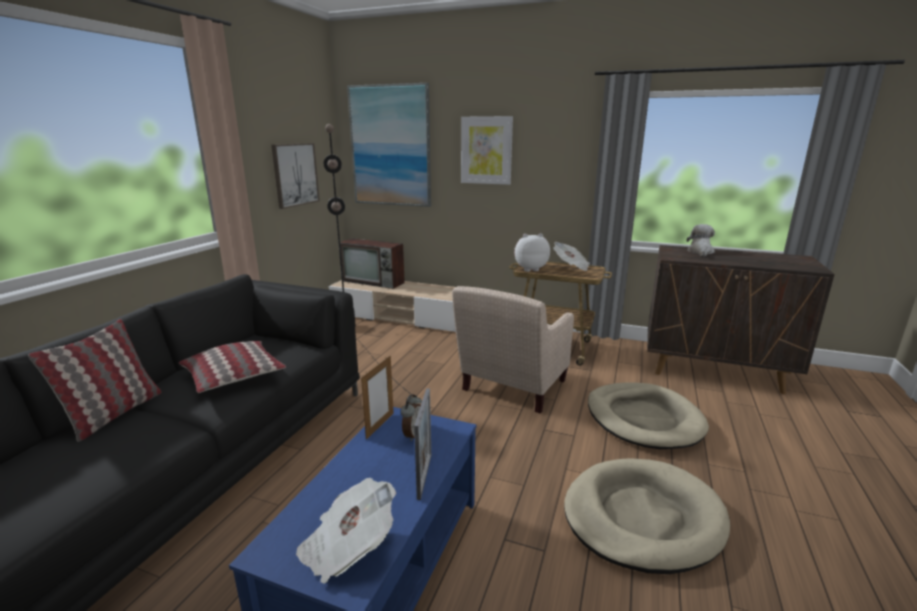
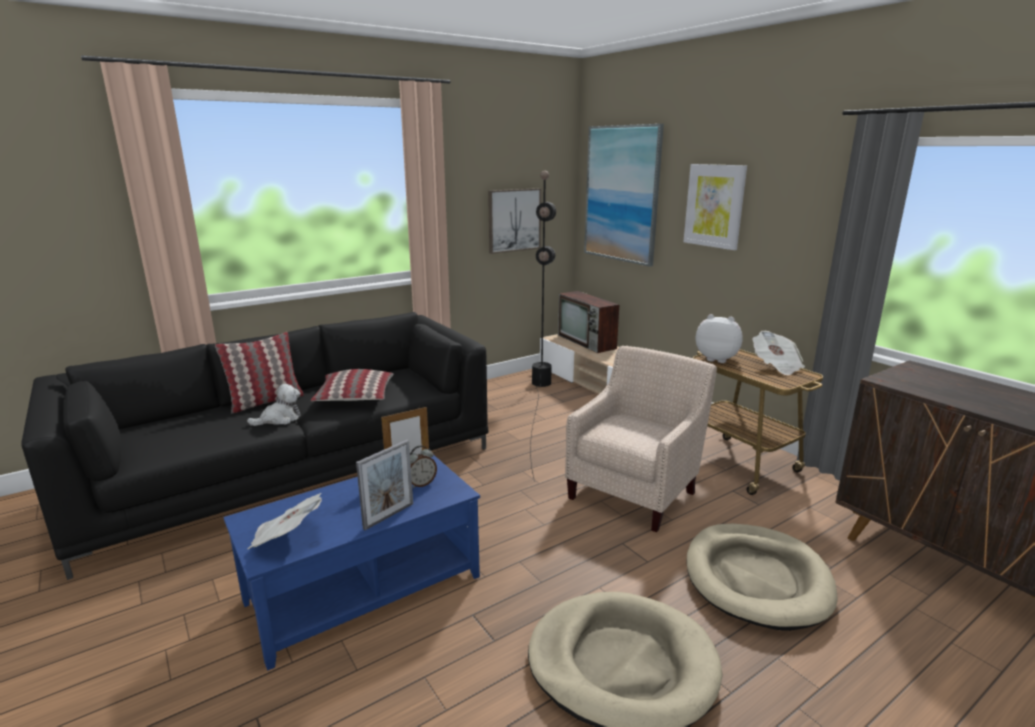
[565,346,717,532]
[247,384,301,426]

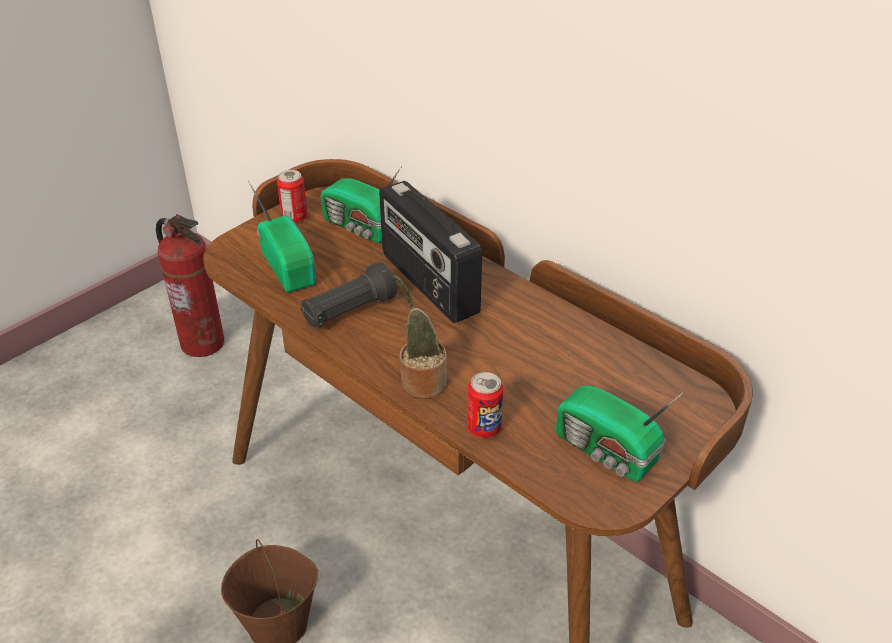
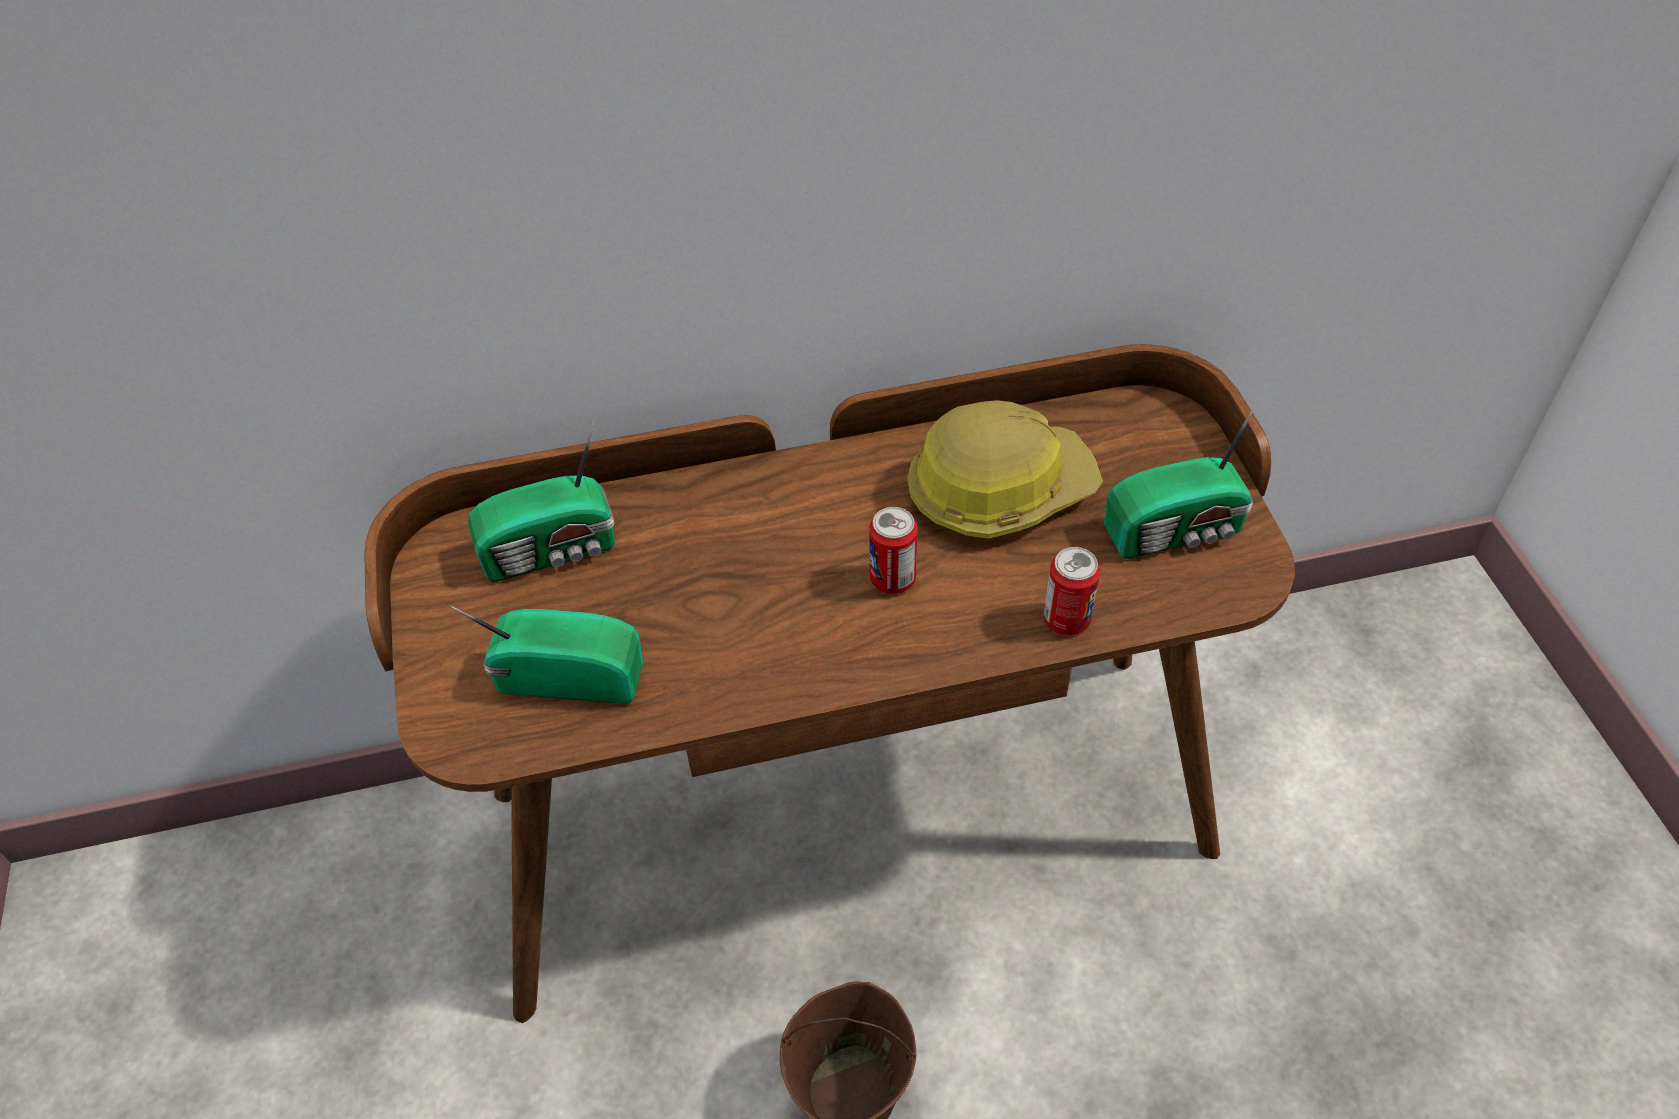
[156,214,224,357] (first image)
[869,507,918,594]
[301,262,397,329] (first image)
[379,181,482,323] (first image)
[394,275,447,399] (first image)
[907,400,1103,539]

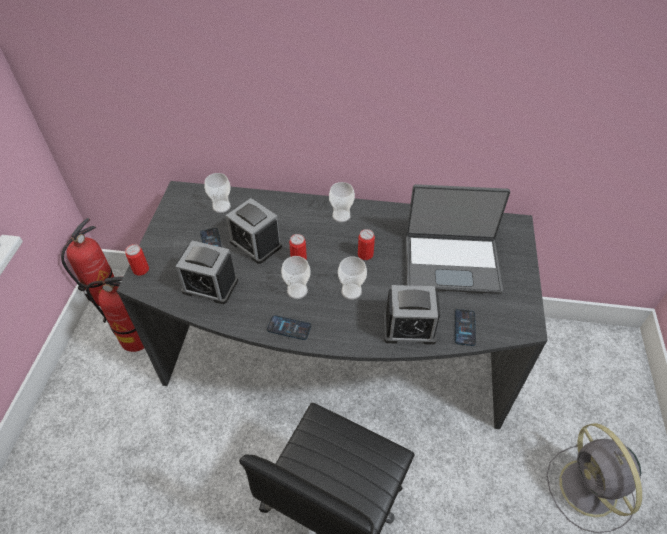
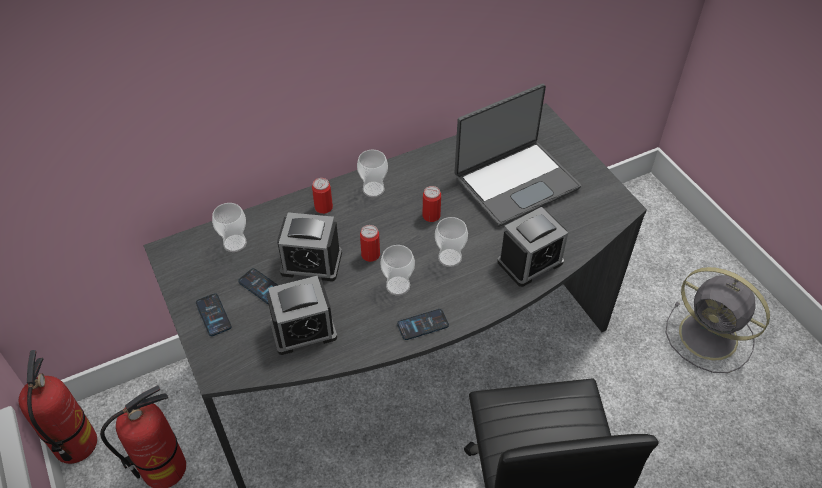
[312,178,333,214]
[196,293,231,336]

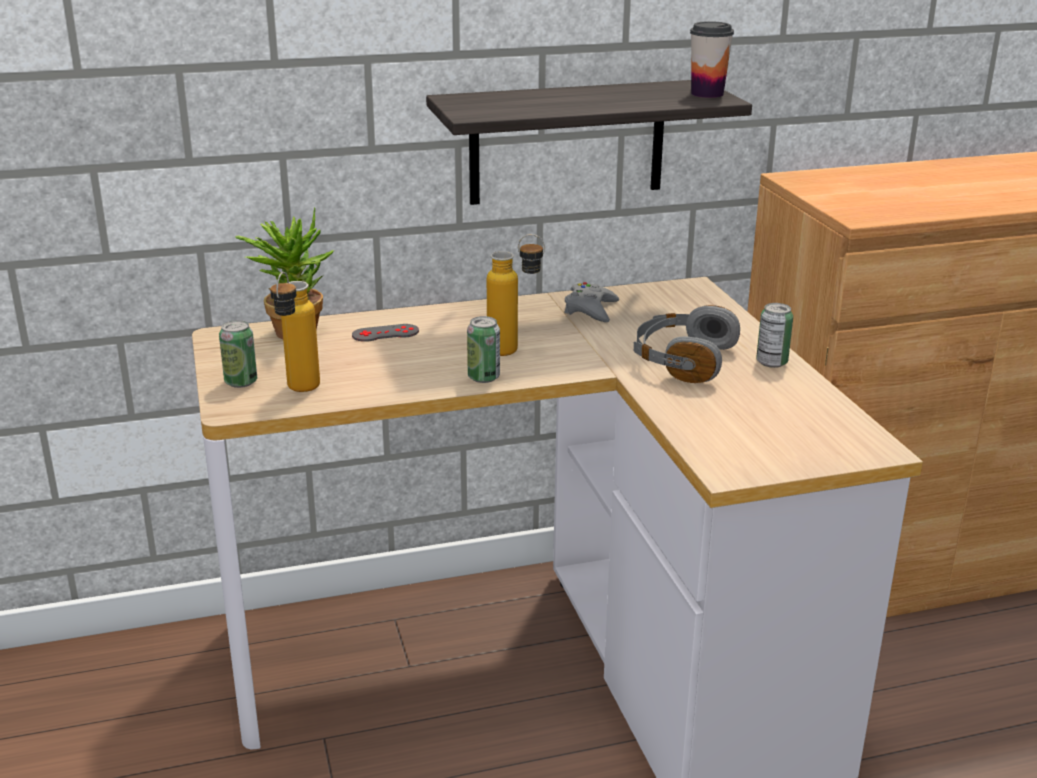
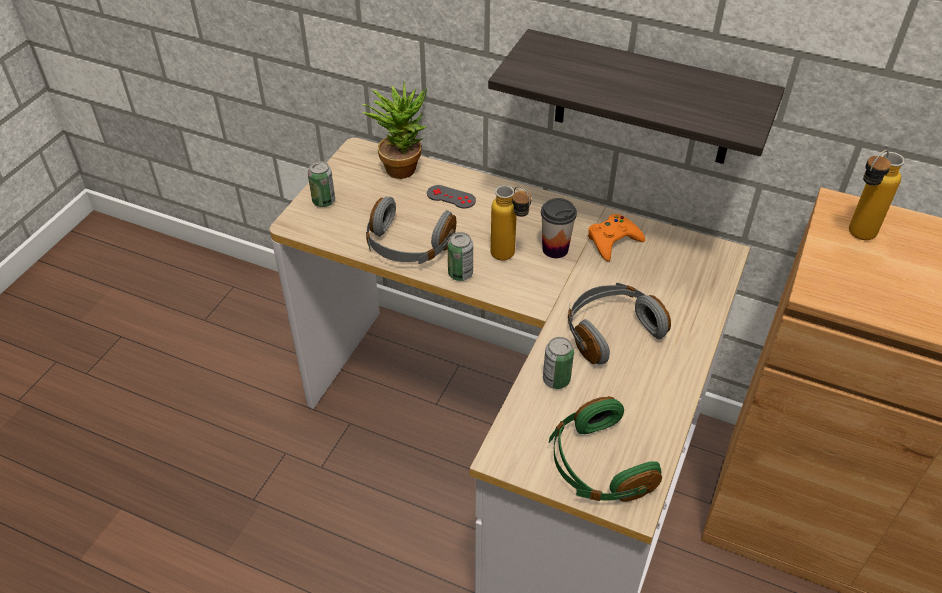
[849,150,905,240]
[588,214,645,262]
[541,198,577,258]
[543,337,574,389]
[366,197,456,264]
[549,396,662,502]

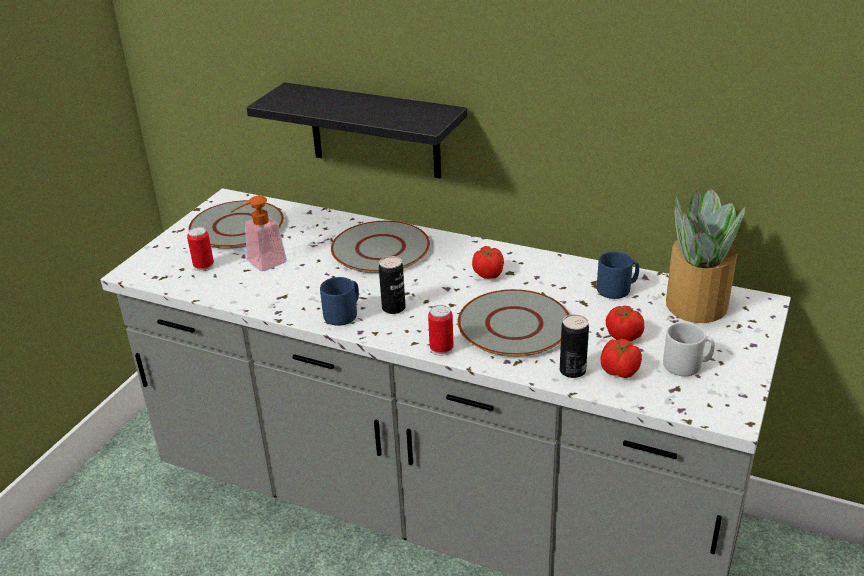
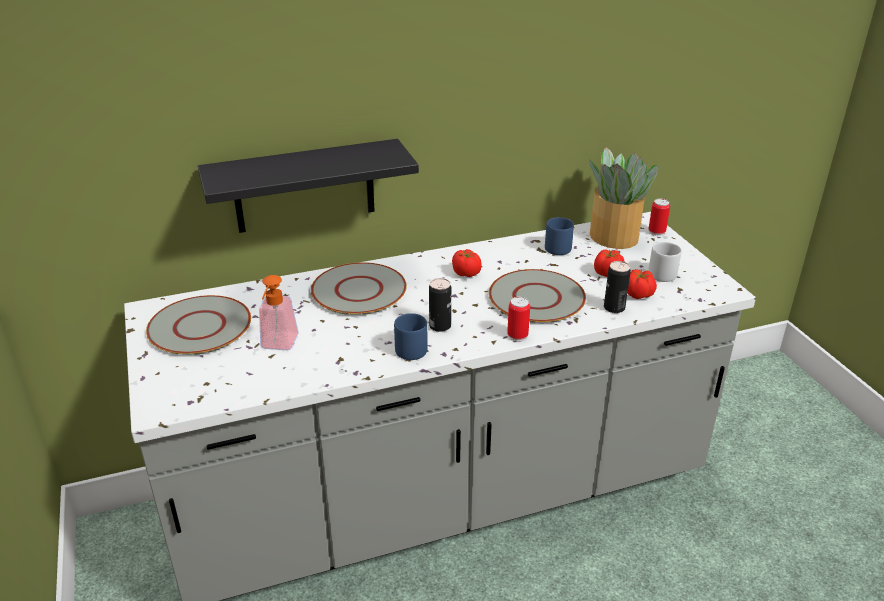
[648,199,670,236]

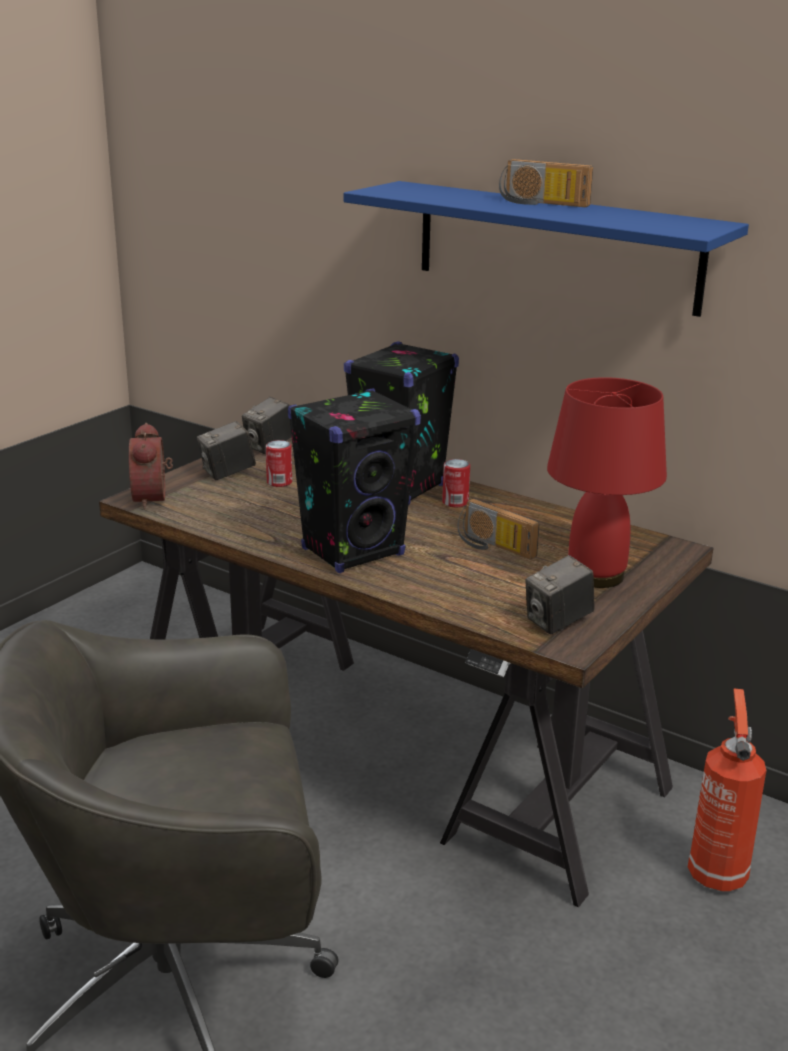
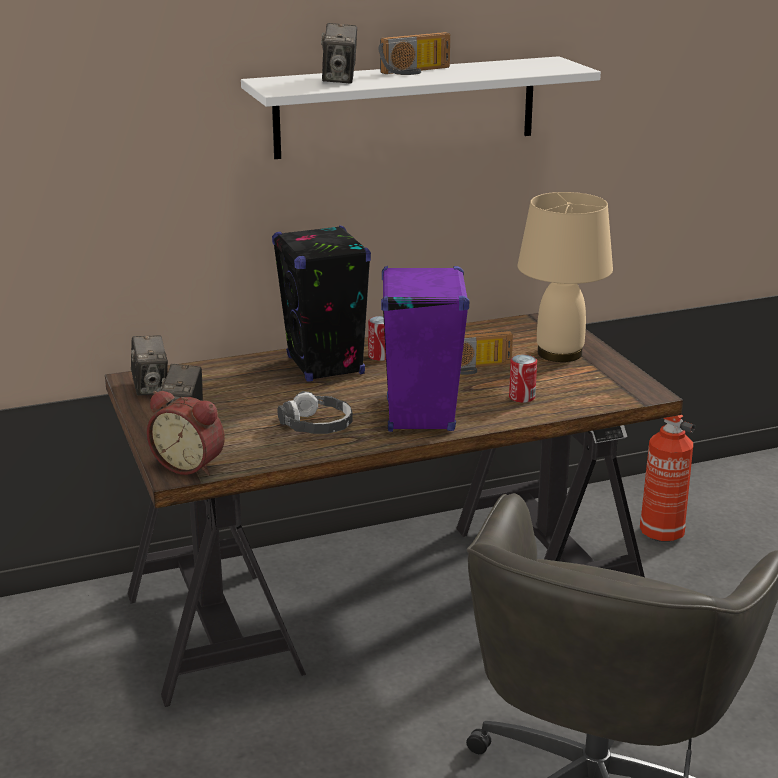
[509,355,537,403]
[381,266,469,432]
[241,56,601,159]
[321,23,357,83]
[518,192,613,362]
[277,391,353,434]

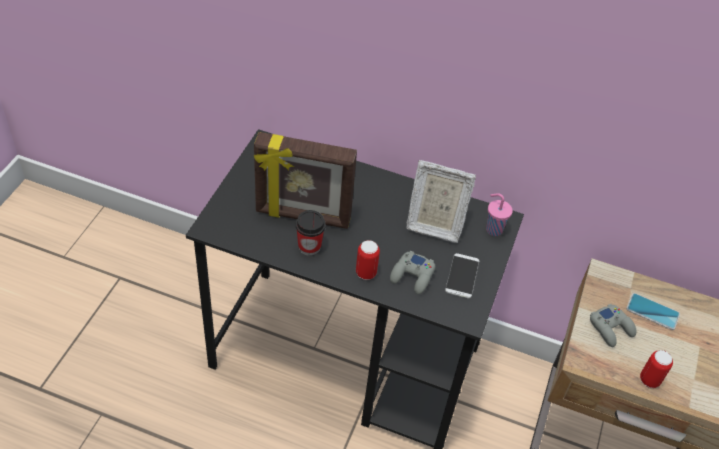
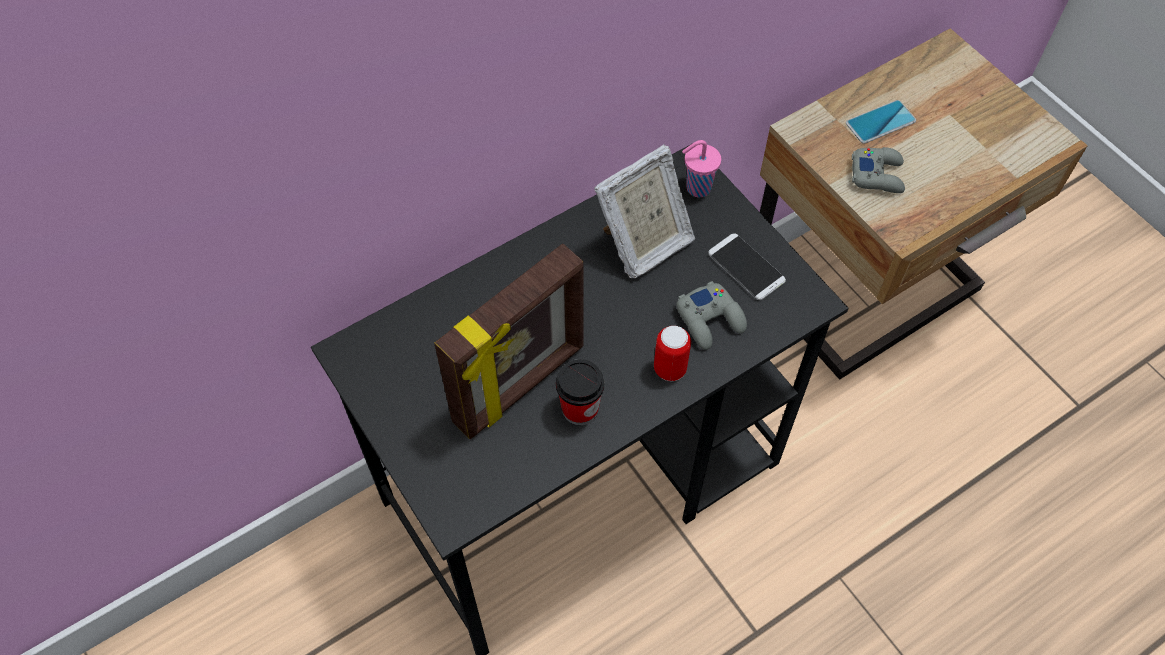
[640,350,673,388] (first image)

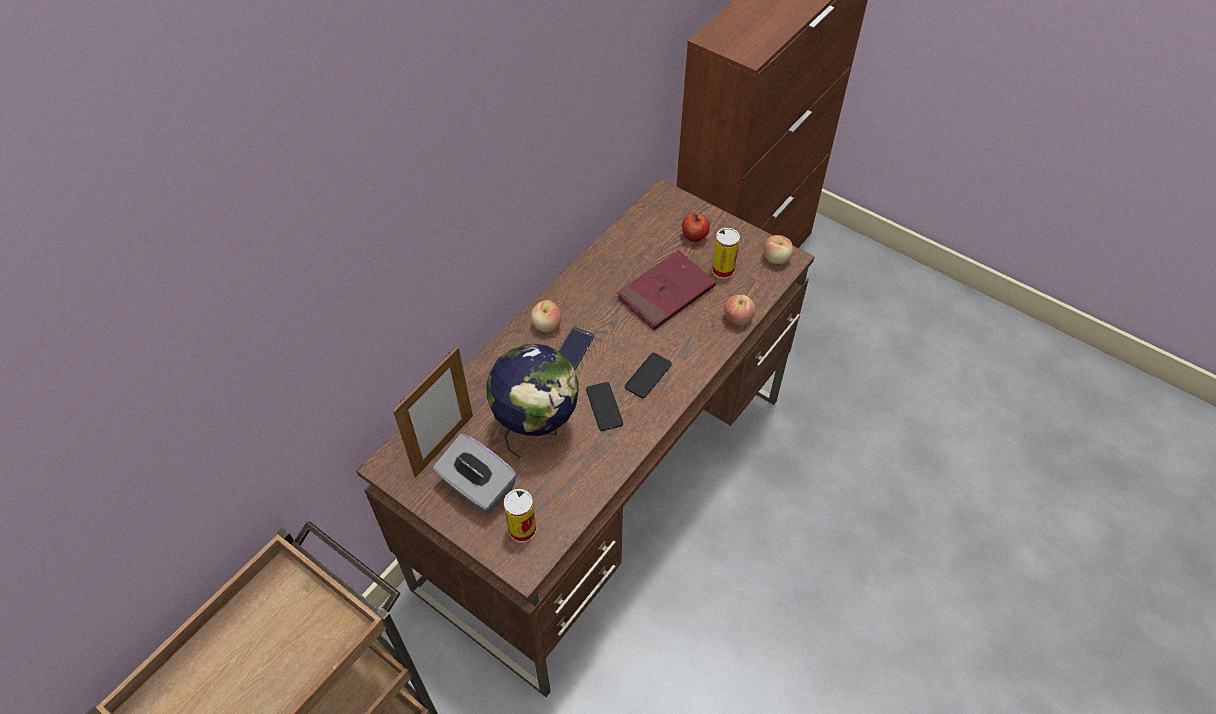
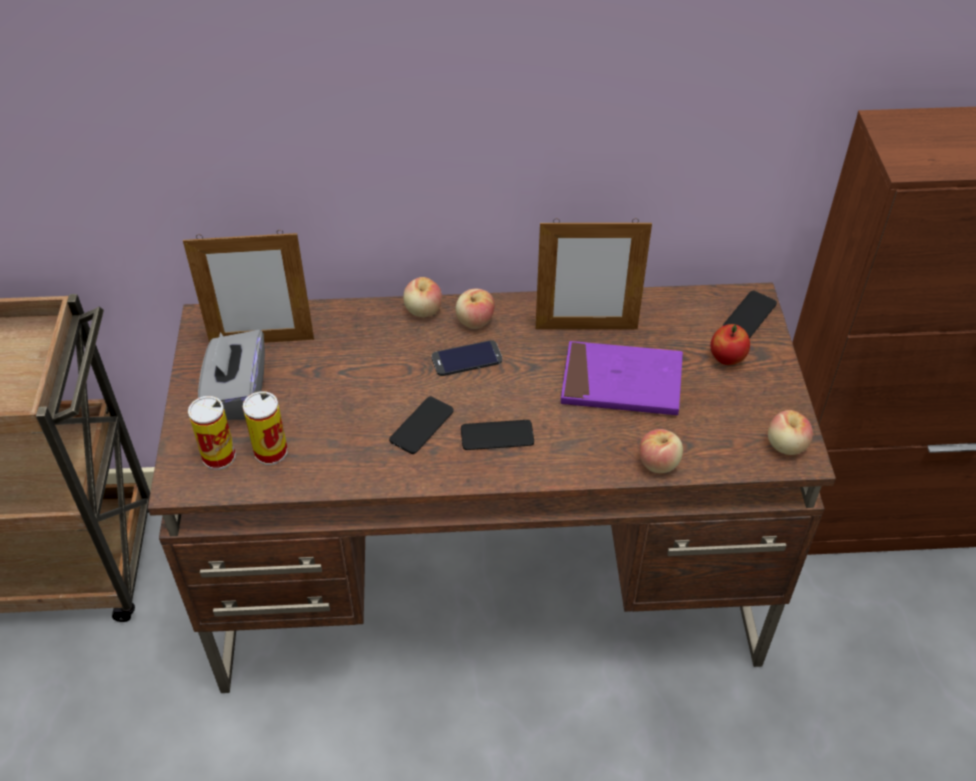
[486,344,579,458] (first image)
[561,341,683,415]
[243,391,288,465]
[403,277,442,317]
[535,218,652,329]
[723,291,777,338]

